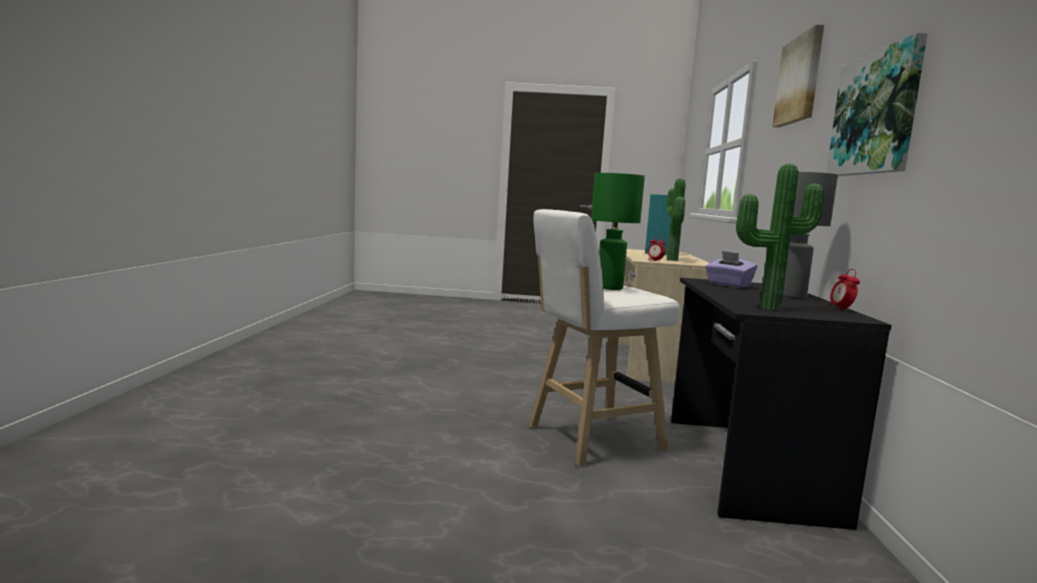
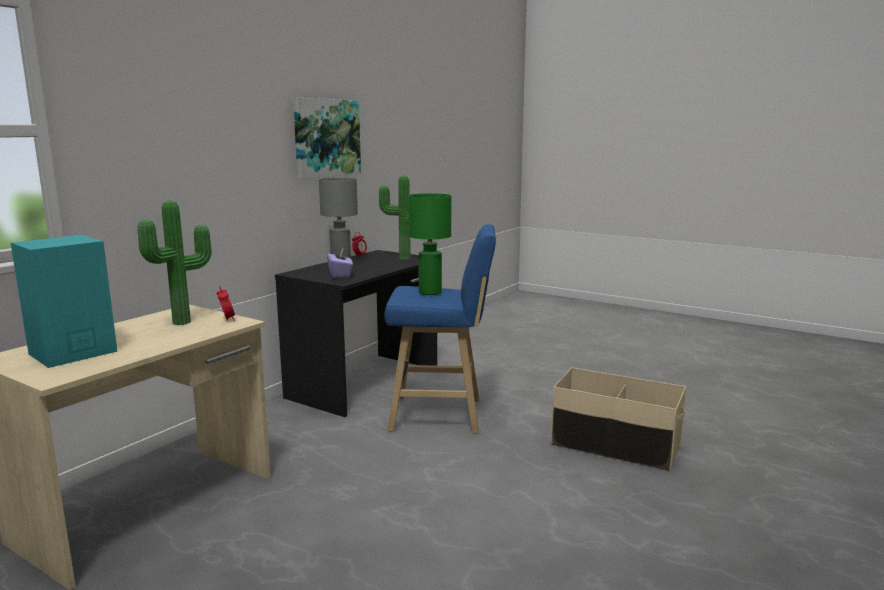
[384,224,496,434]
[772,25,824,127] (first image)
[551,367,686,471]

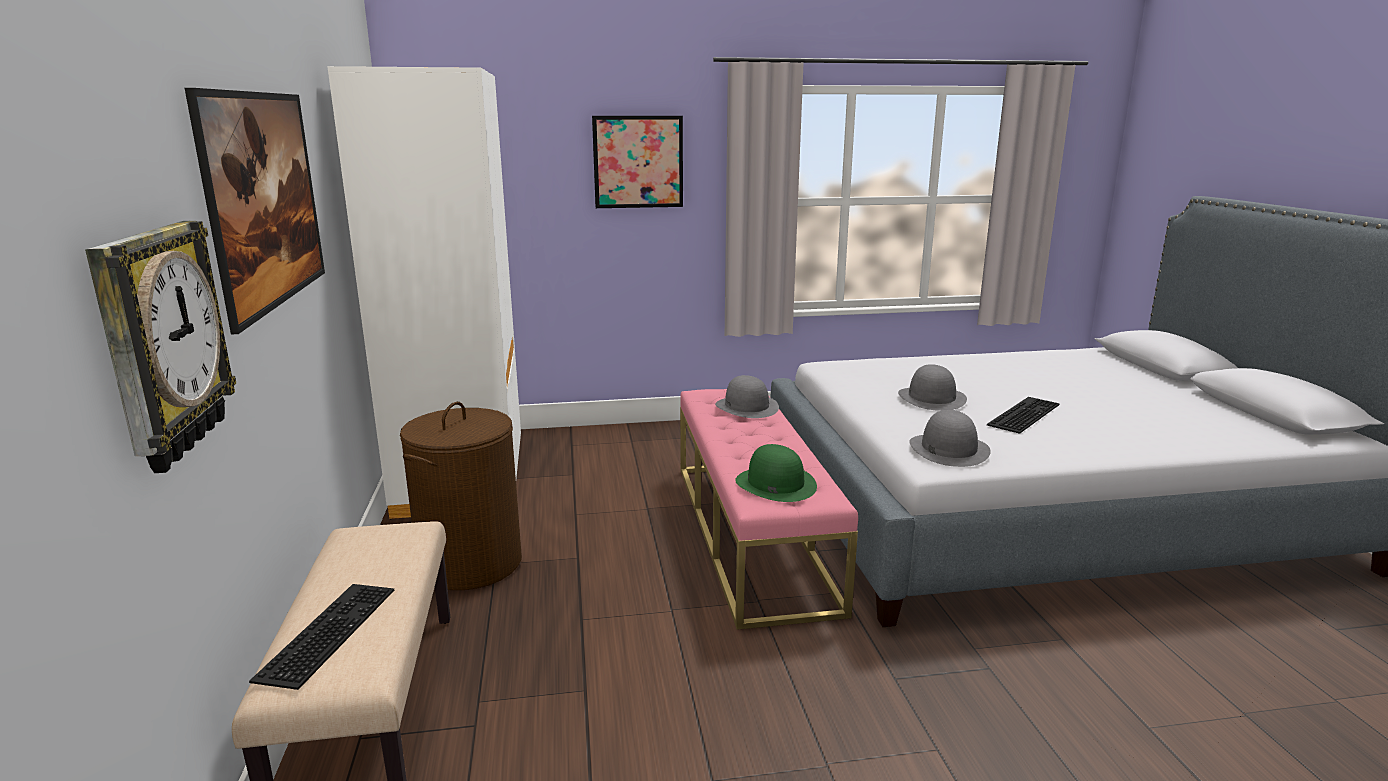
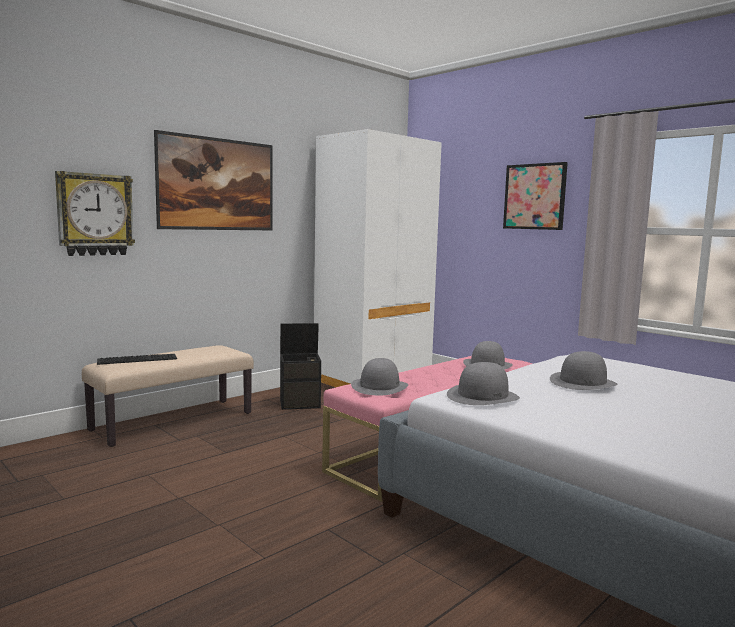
[280,323,321,410]
[351,358,408,396]
[987,397,1060,434] (first image)

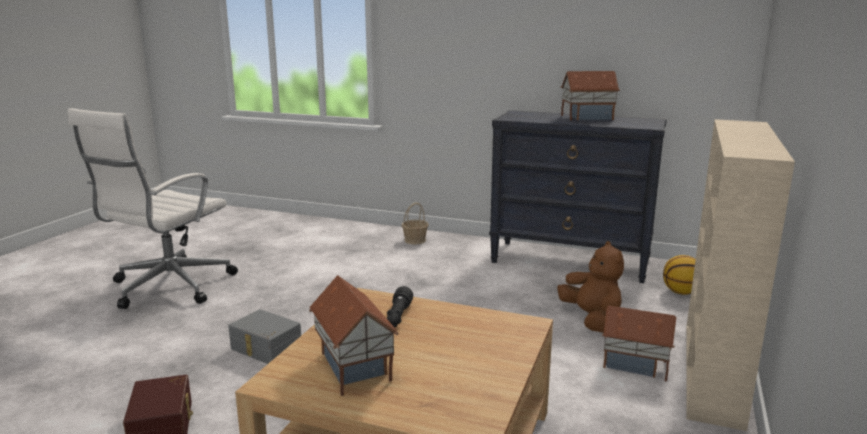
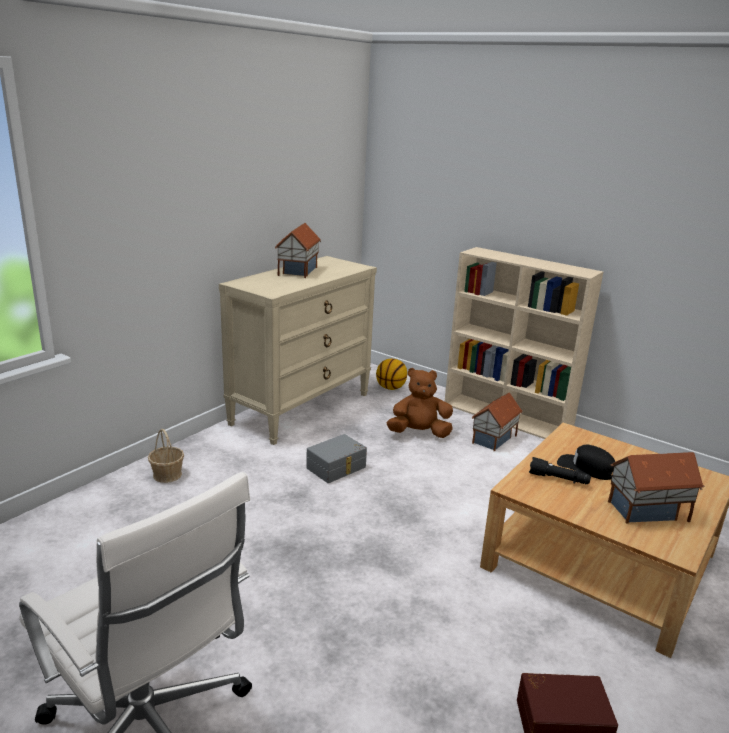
[306,434,367,483]
[219,256,377,445]
[557,445,615,480]

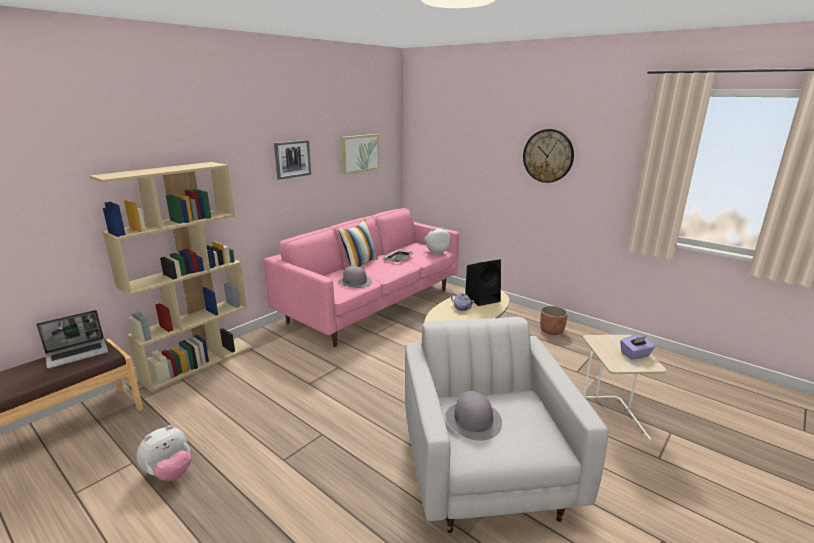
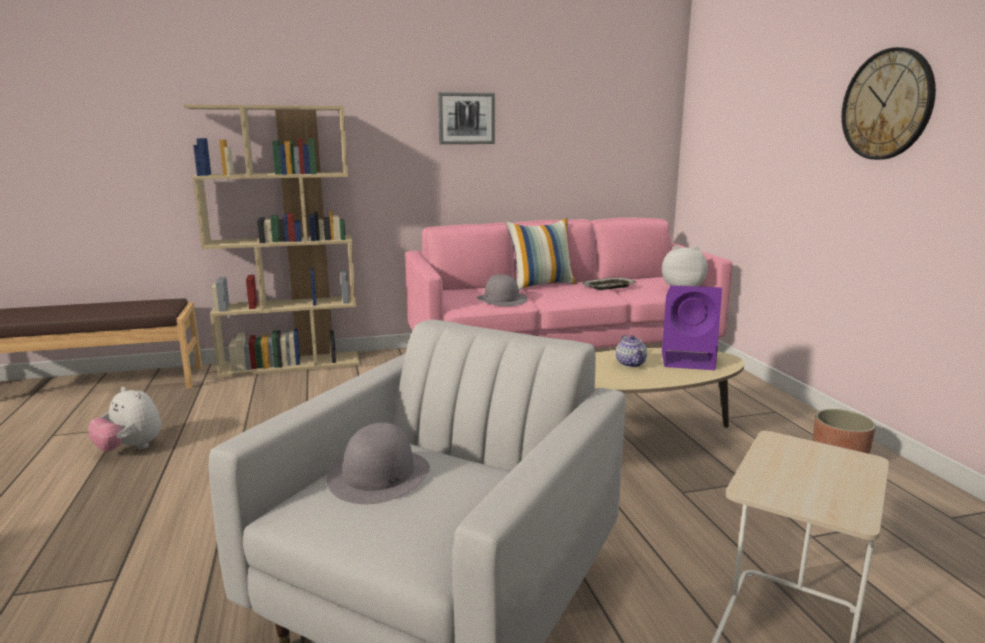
[36,310,109,369] (first image)
[88,387,161,452]
[341,134,379,174] (first image)
[662,285,722,370]
[620,335,655,360] (first image)

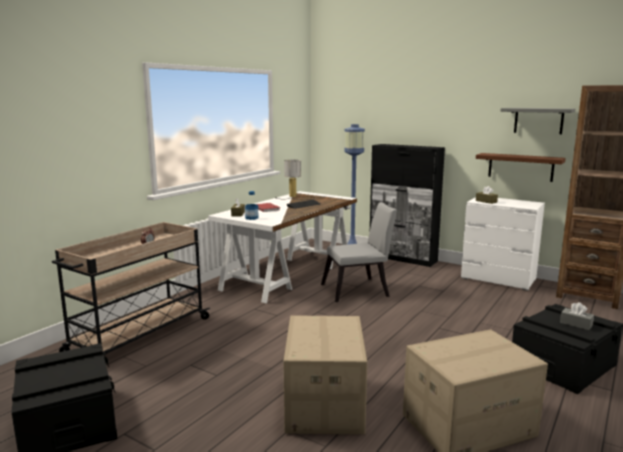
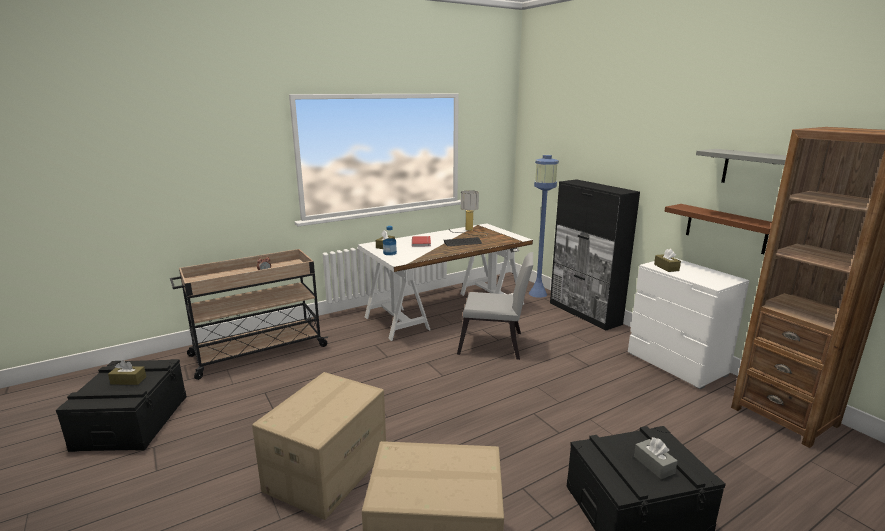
[108,360,146,385]

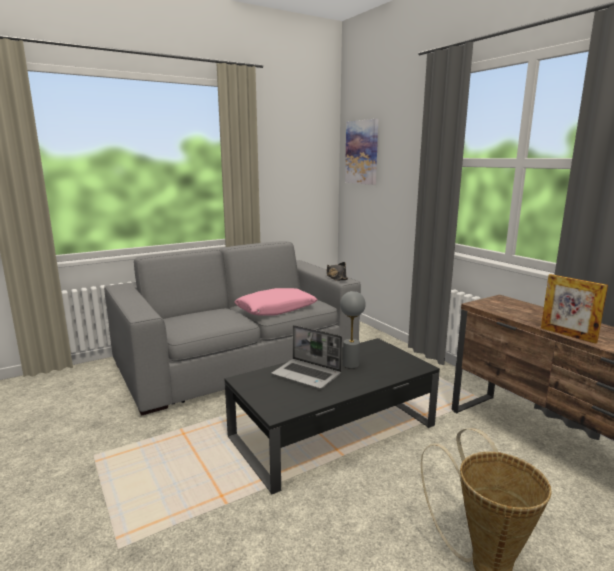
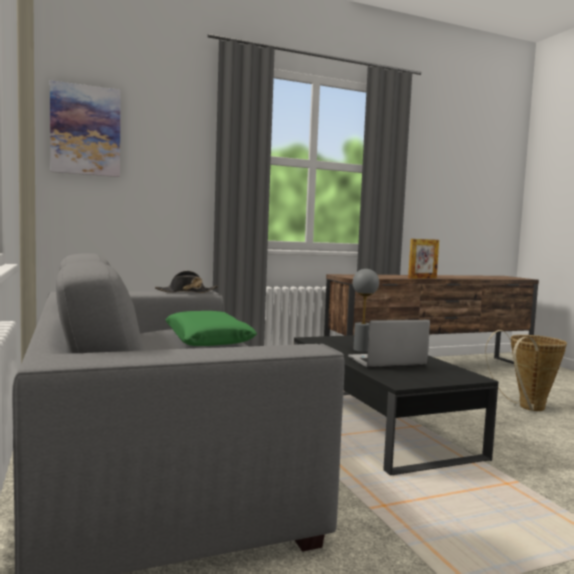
[166,311,257,346]
[348,320,430,369]

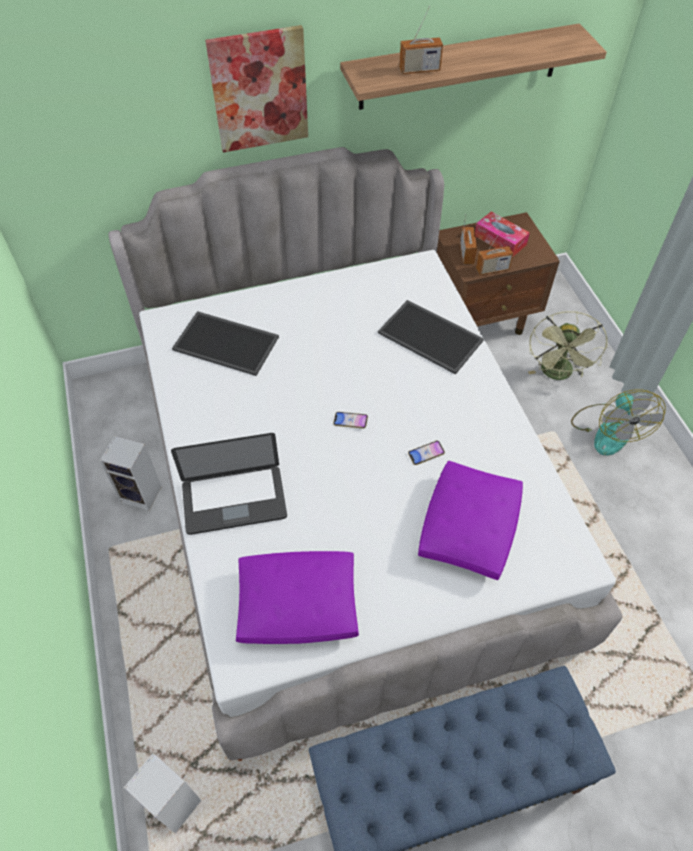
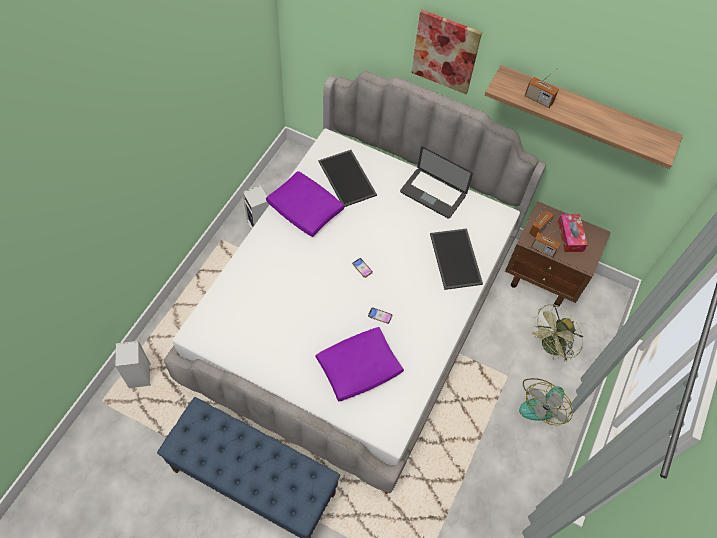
[400,146,473,219]
[266,171,344,237]

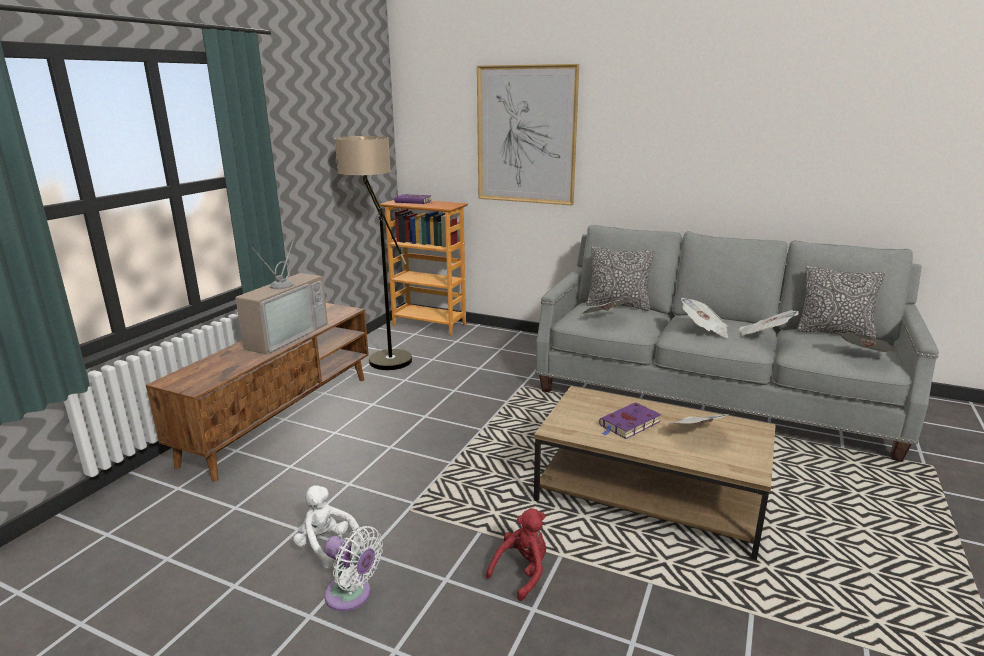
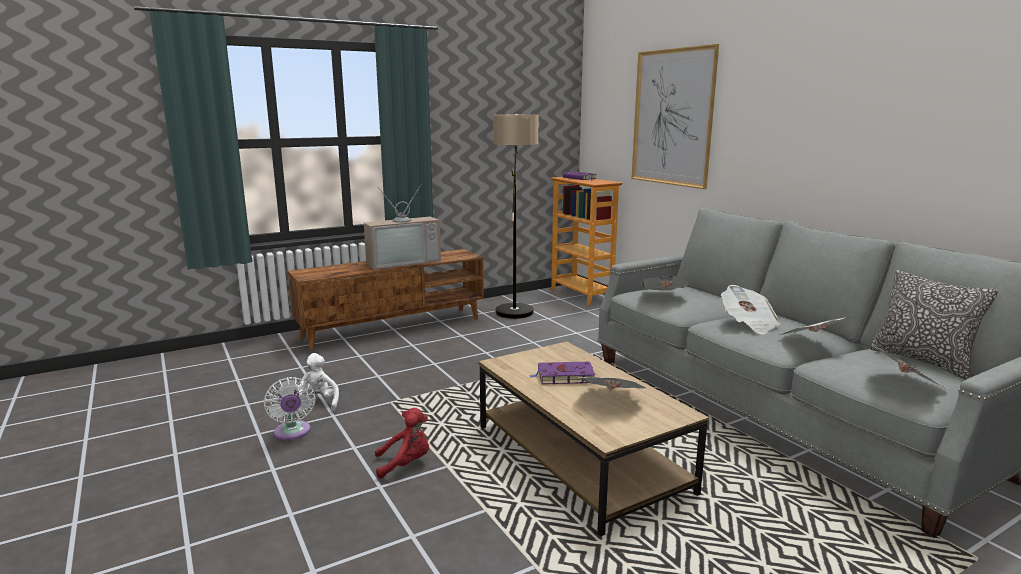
[586,246,655,311] (first image)

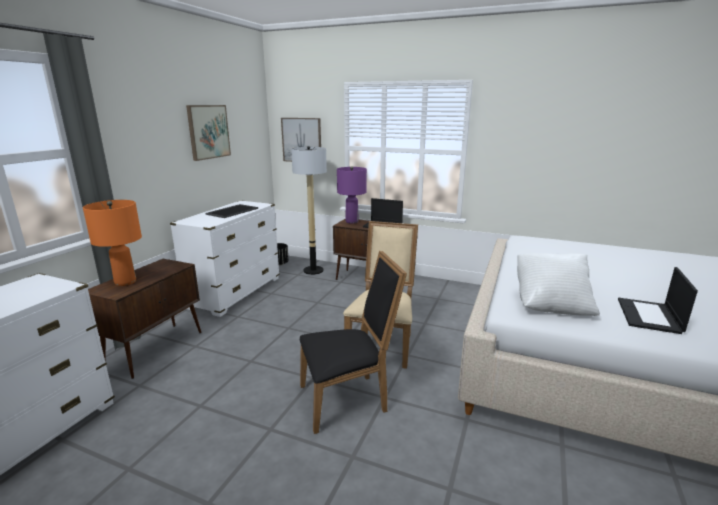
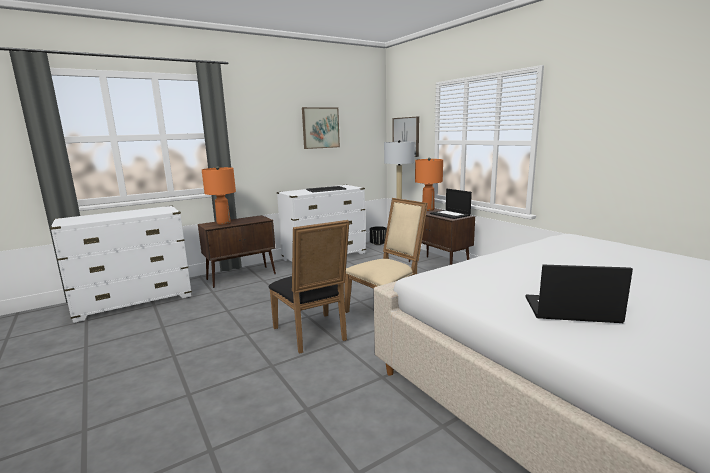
[269,220,349,354]
[415,158,443,211]
[517,253,600,316] (first image)
[525,265,633,323]

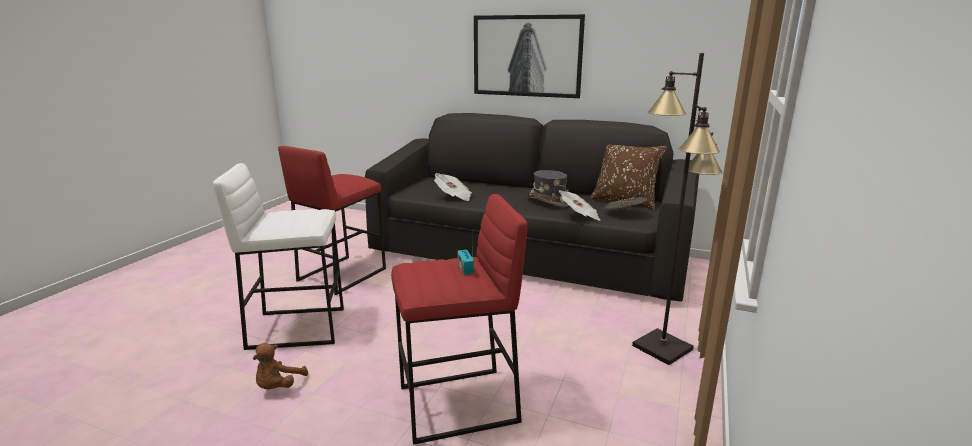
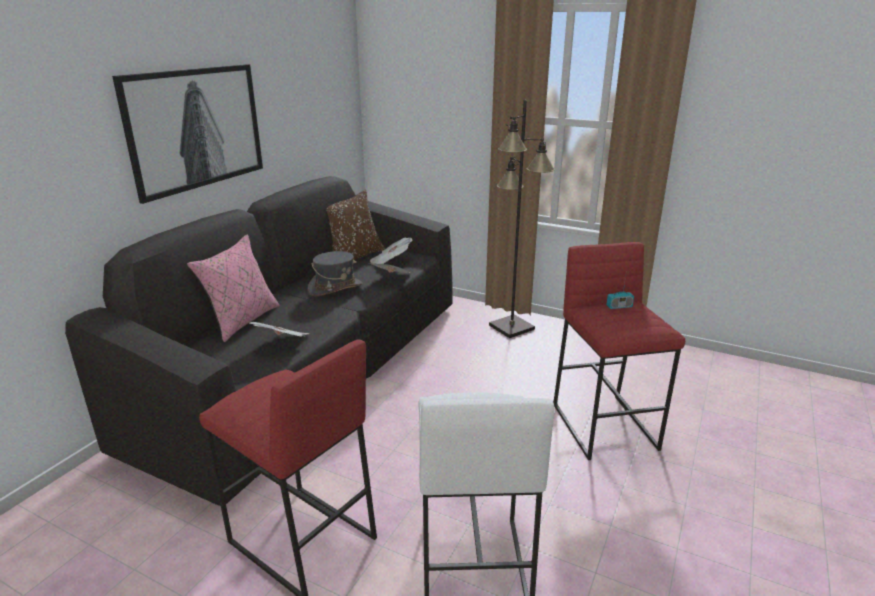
[253,343,308,389] (first image)
[187,235,280,342]

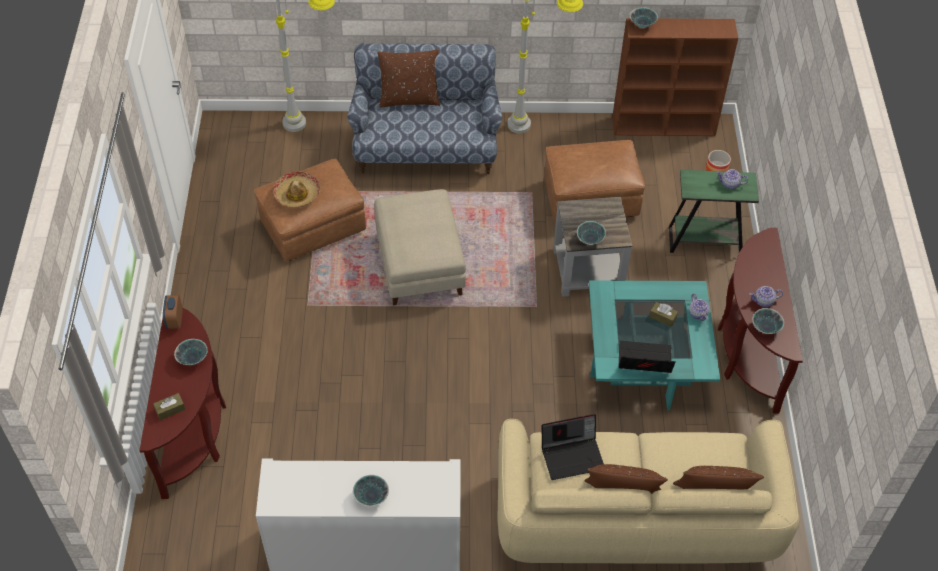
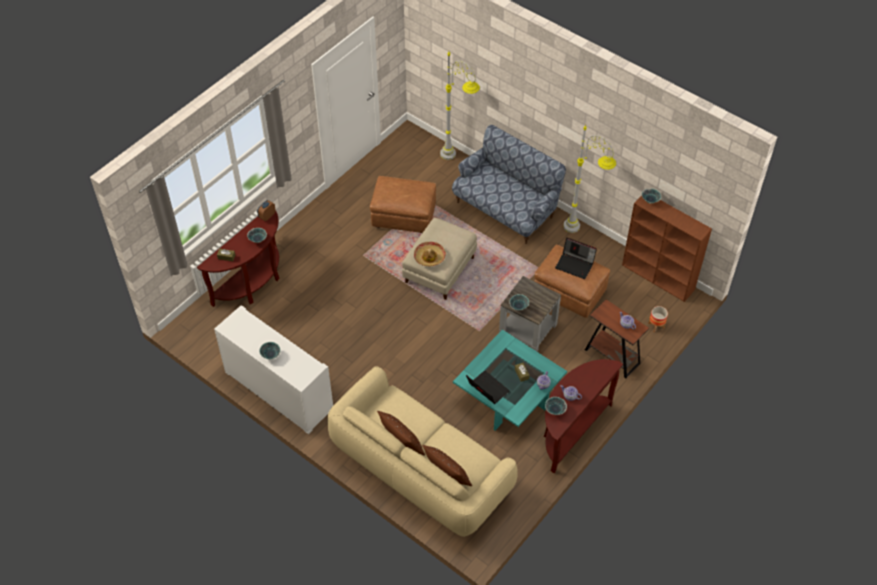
[414,242,446,266]
[377,49,440,108] (first image)
[555,238,597,279]
[585,299,649,378]

